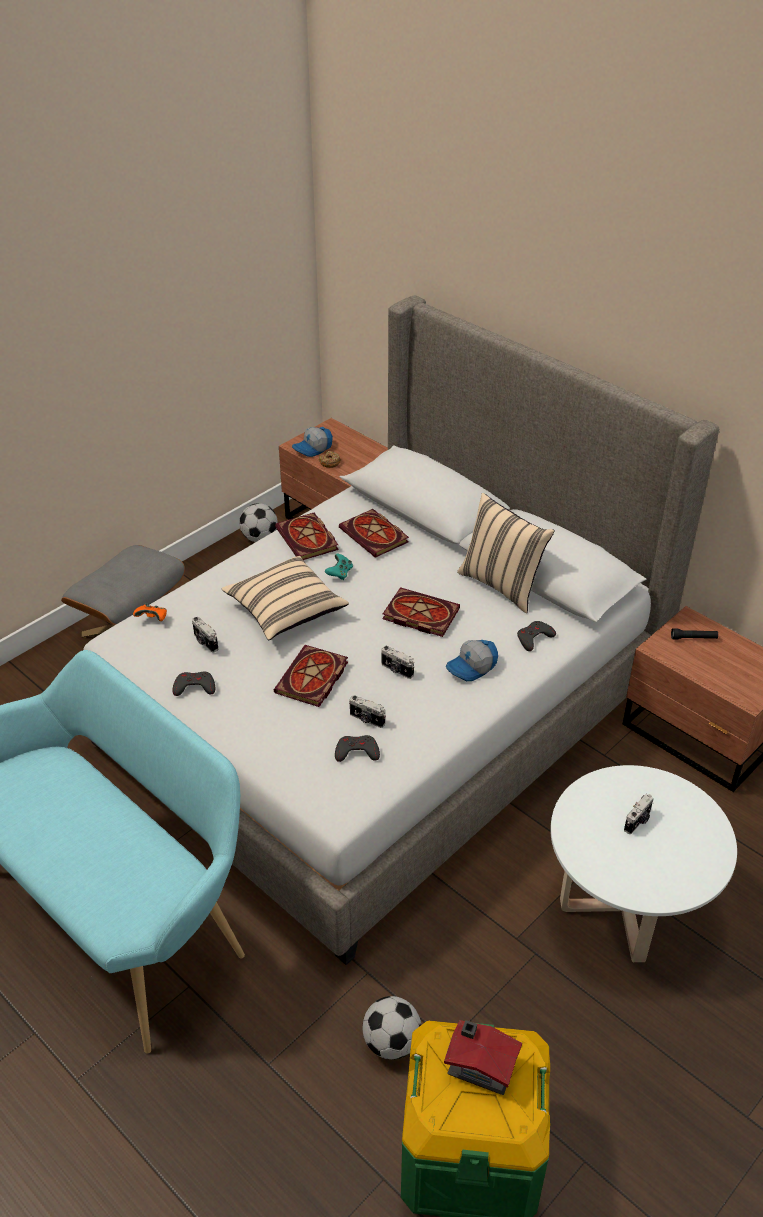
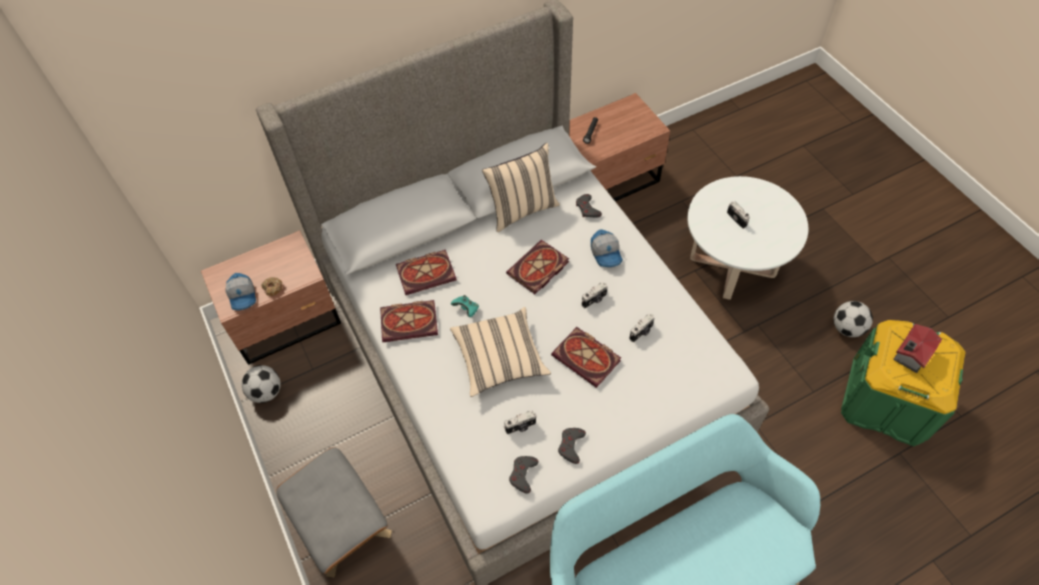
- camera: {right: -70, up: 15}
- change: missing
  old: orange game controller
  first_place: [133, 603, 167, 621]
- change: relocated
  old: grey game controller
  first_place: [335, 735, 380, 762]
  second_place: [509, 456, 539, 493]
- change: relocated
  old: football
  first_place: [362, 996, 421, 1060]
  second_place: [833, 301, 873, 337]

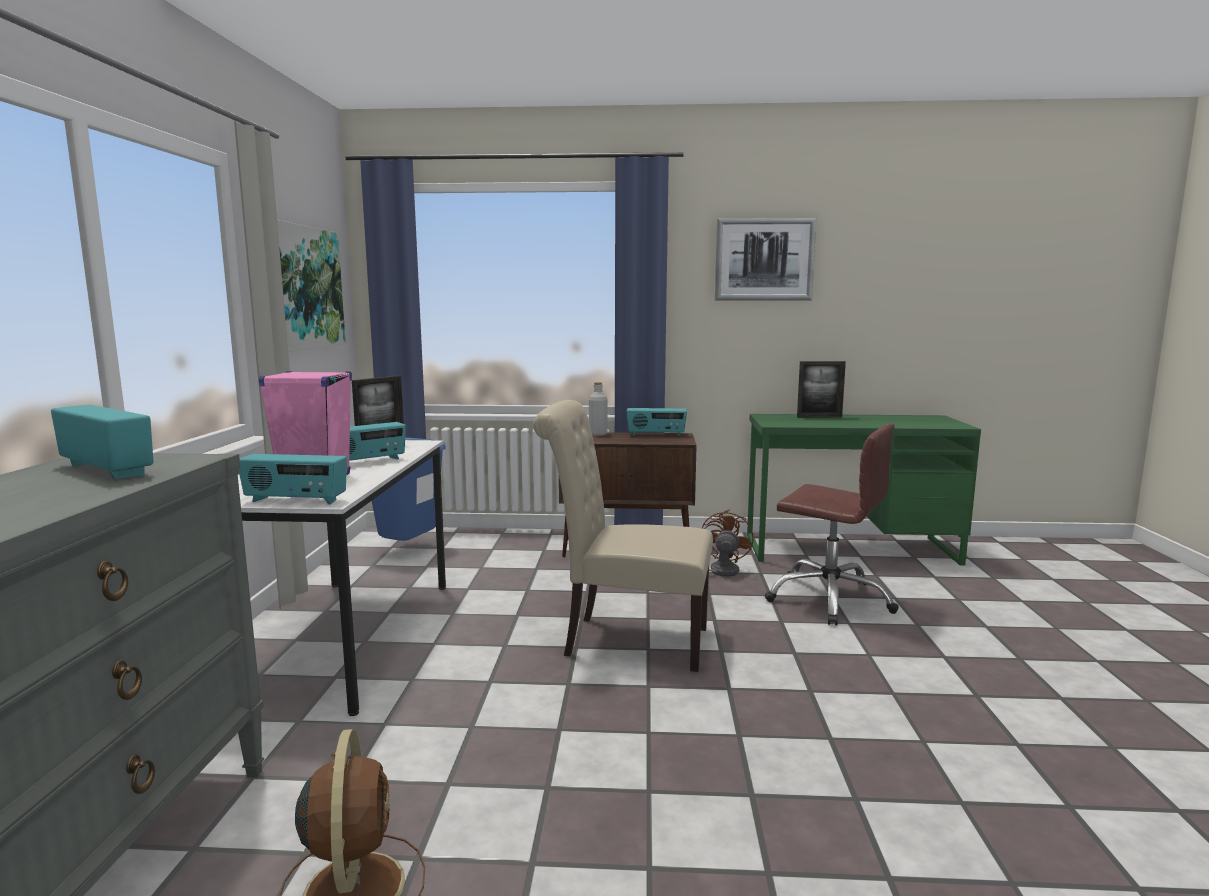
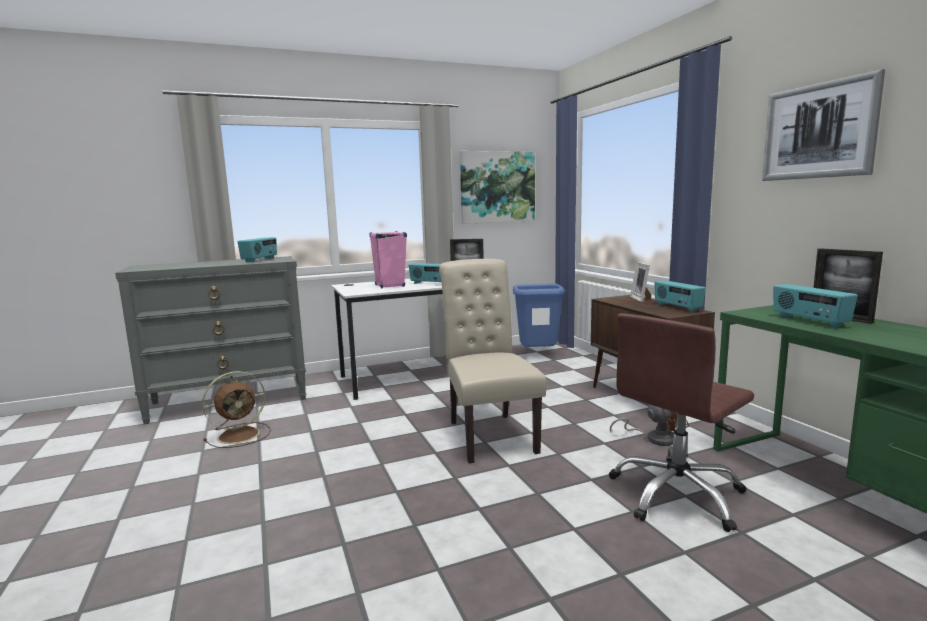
- camera: {right: 65, up: 0}
- change: exchanged
  old: grey bottle
  new: picture frame
  first_place: [589, 382, 608, 436]
  second_place: [630, 262, 651, 302]
- change: spun
  old: brown office chair
  first_place: [765, 423, 899, 625]
  second_place: [609, 313, 754, 532]
  degrees: 45
- change: relocated
  old: radio
  first_place: [239, 454, 347, 504]
  second_place: [773, 284, 858, 328]

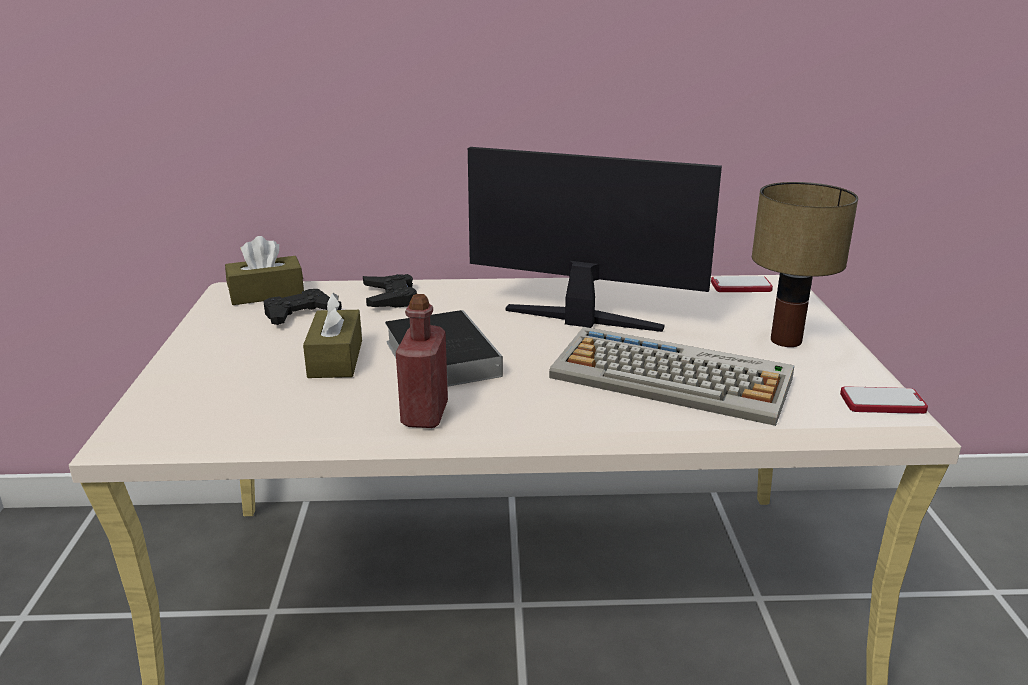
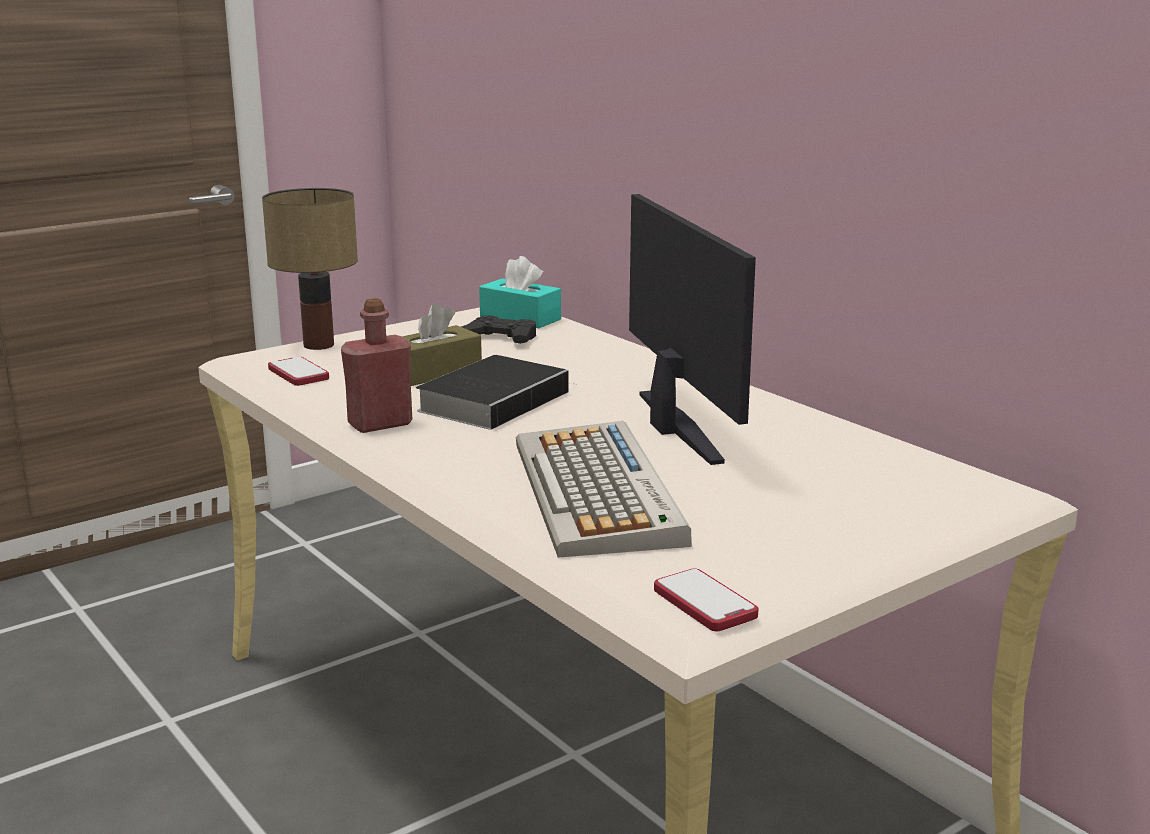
- camera: {right: 55, up: -5}
- change: relocated
  old: table lamp
  first_place: [752, 182, 858, 347]
  second_place: [262, 188, 358, 350]
- change: colour
  old: brown tissue box
  new: turquoise tissue box
  first_place: [225, 236, 304, 305]
  second_place: [479, 256, 561, 328]
- change: missing
  old: black game controller
  first_place: [363, 274, 417, 308]
- change: relocated
  old: phone
  first_place: [711, 276, 773, 292]
  second_place: [268, 356, 329, 386]

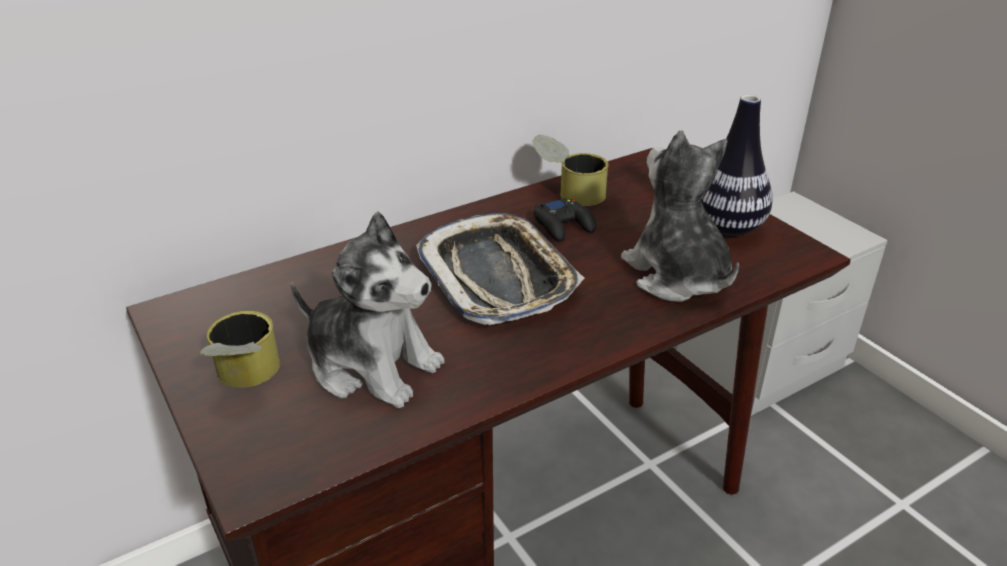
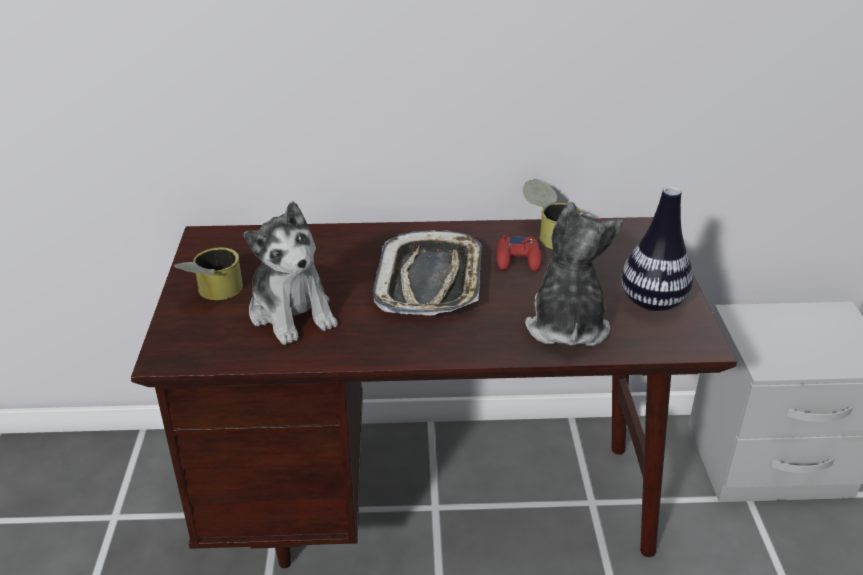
- camera: {right: 30, up: 0}
- change: colour
  old: black game controller
  new: red game controller
  first_place: [533, 198, 596, 242]
  second_place: [497, 235, 542, 271]

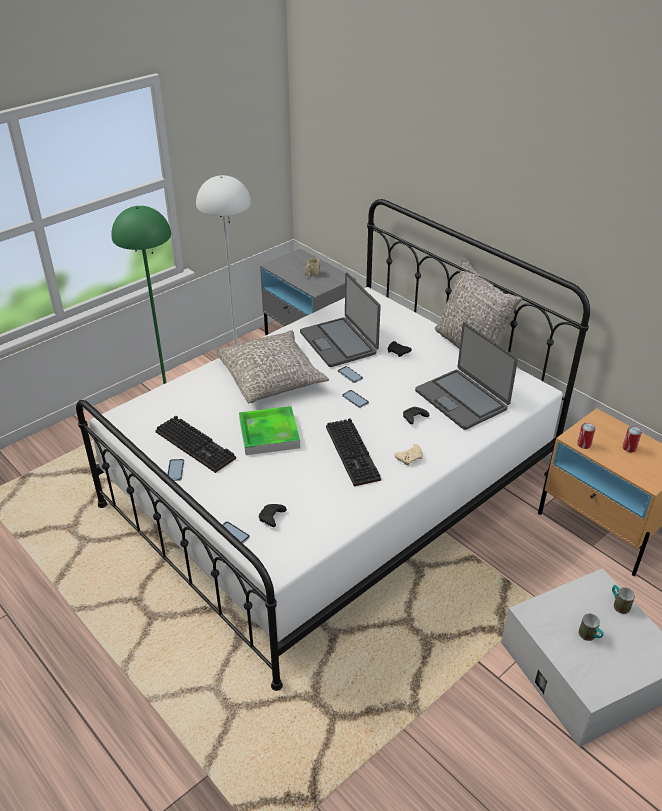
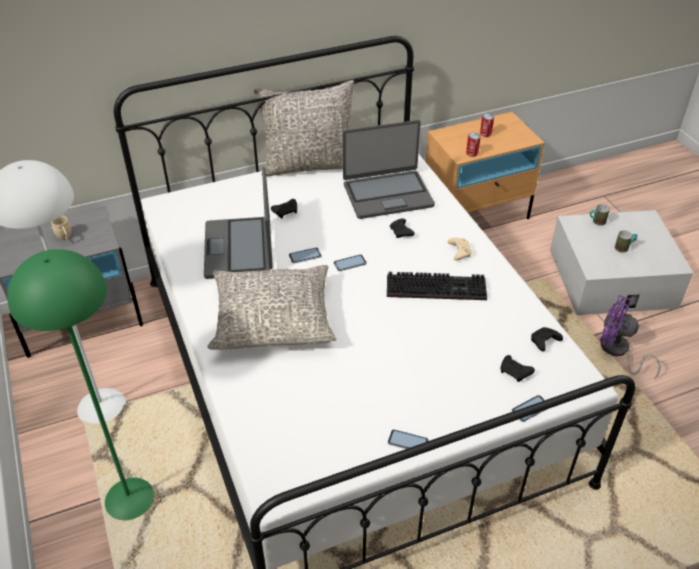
- camera: {right: -70, up: 5}
- change: spun
  old: laptop
  first_place: [300, 273, 381, 367]
  second_place: [204, 167, 273, 279]
  degrees: 90
- change: missing
  old: tray
  first_place: [239, 406, 300, 455]
- change: missing
  old: keyboard
  first_place: [155, 415, 236, 473]
- change: appeared
  new: purple fan
  second_place: [600, 295, 661, 379]
- change: appeared
  new: black game controller
  second_place: [531, 327, 563, 351]

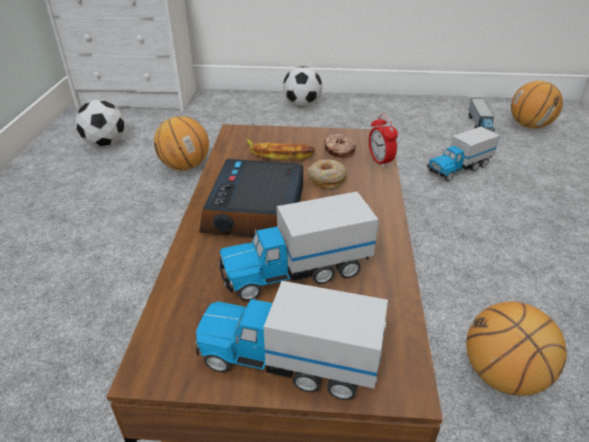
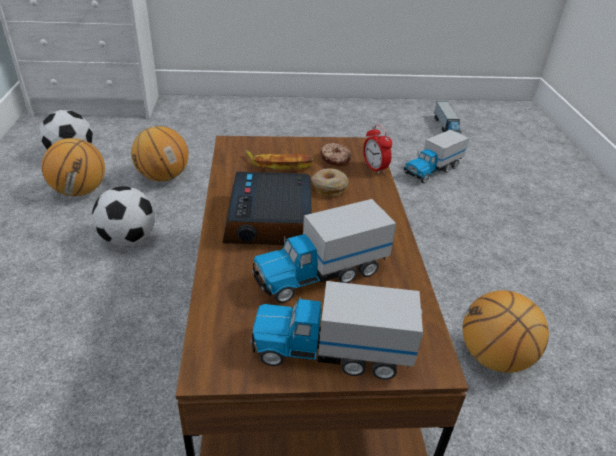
- camera: {right: -10, up: 0}
- change: relocated
  old: football
  first_place: [283, 66, 322, 107]
  second_place: [92, 186, 155, 246]
- change: relocated
  old: basketball
  first_place: [511, 81, 563, 129]
  second_place: [41, 138, 105, 196]

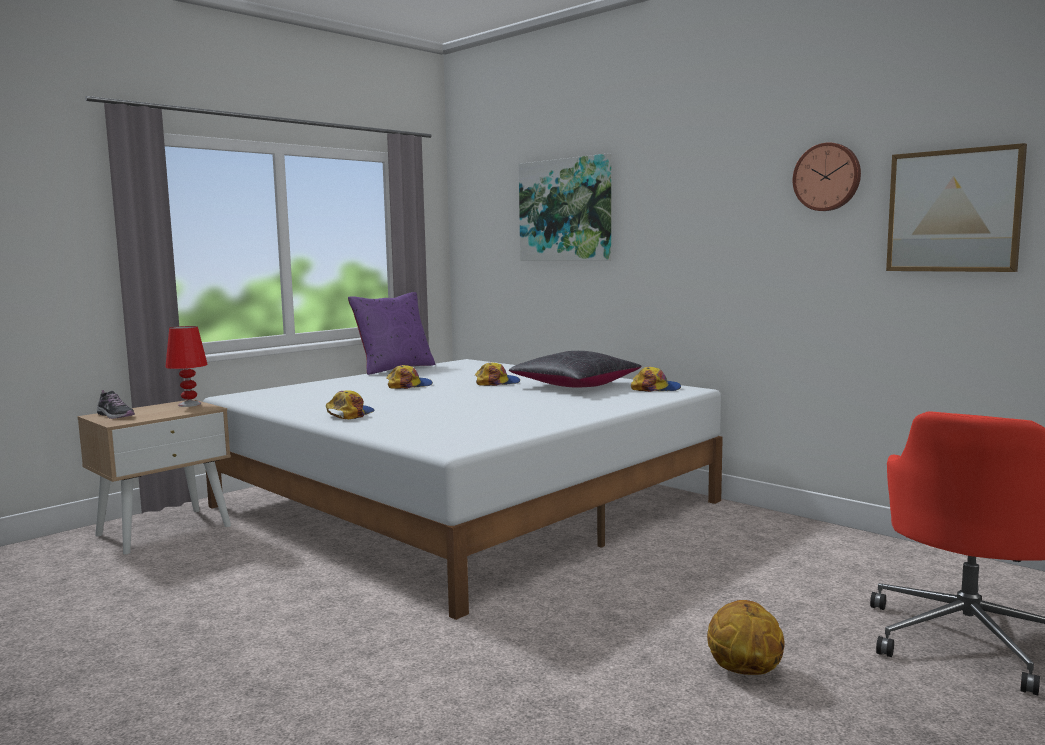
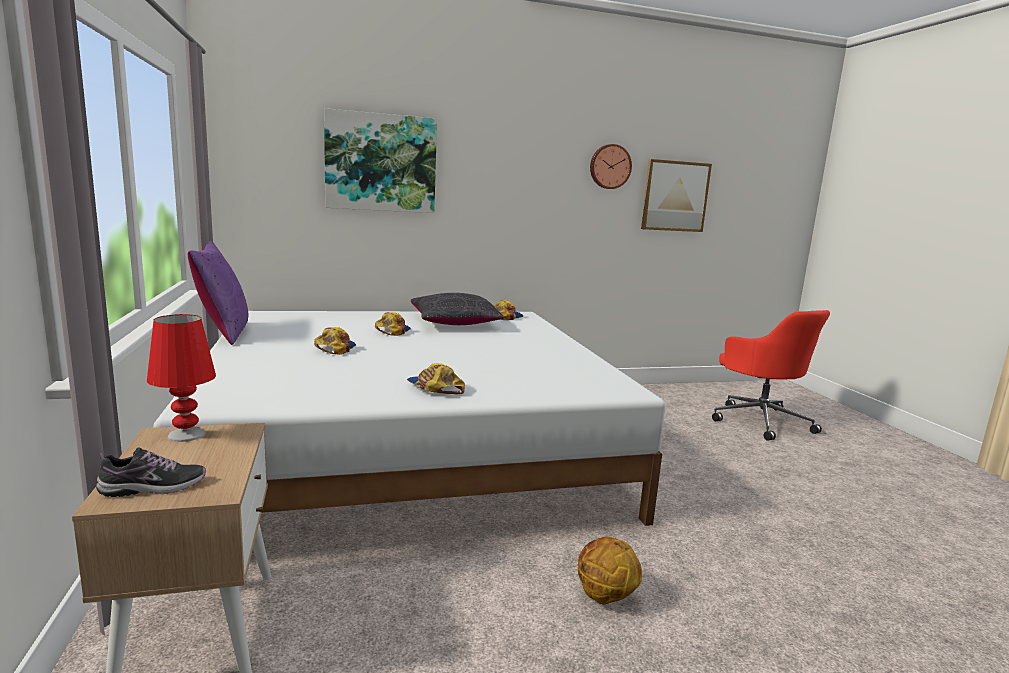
- camera: {right: -60, up: 5}
- change: relocated
  old: basketball
  first_place: [707, 600, 785, 675]
  second_place: [578, 537, 642, 604]

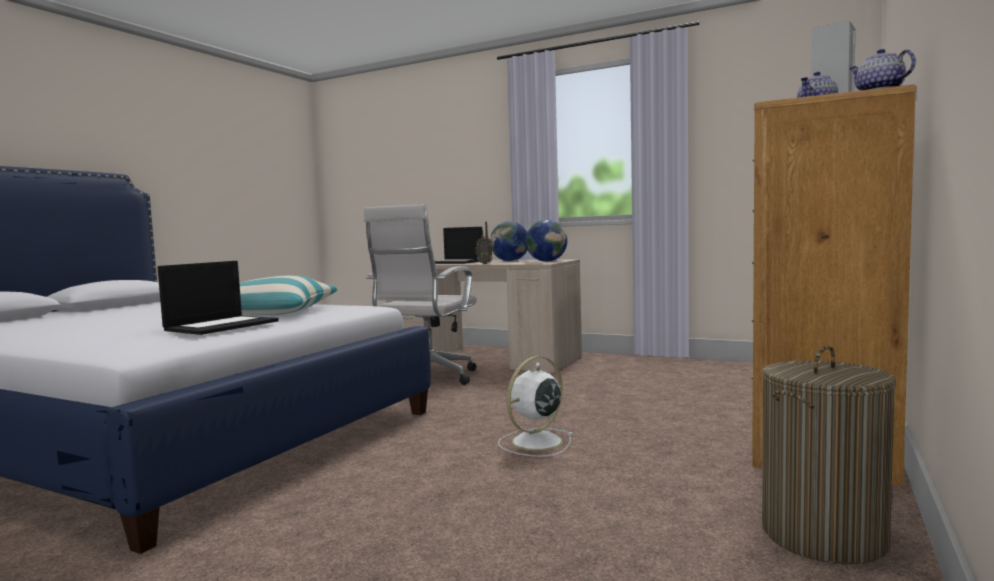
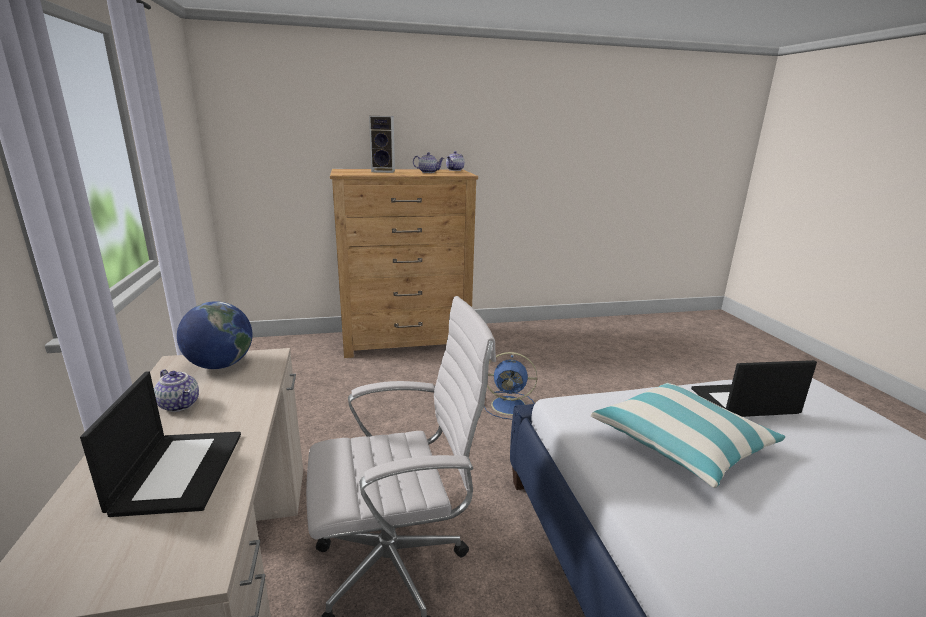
- camera: {right: -130, up: 15}
- change: exchanged
  old: globe
  new: teapot
  first_place: [490, 221, 527, 261]
  second_place: [154, 369, 199, 412]
- change: missing
  old: radio
  first_place: [475, 222, 492, 264]
- change: missing
  old: laundry basket
  first_place: [762, 346, 896, 564]
- change: colour
  old: white fan
  new: blue fan
  first_place: [498, 356, 573, 457]
  second_place: [484, 352, 537, 420]

